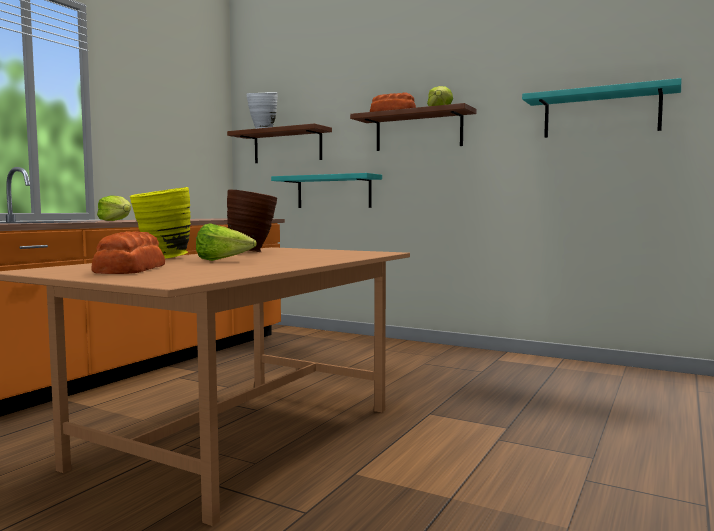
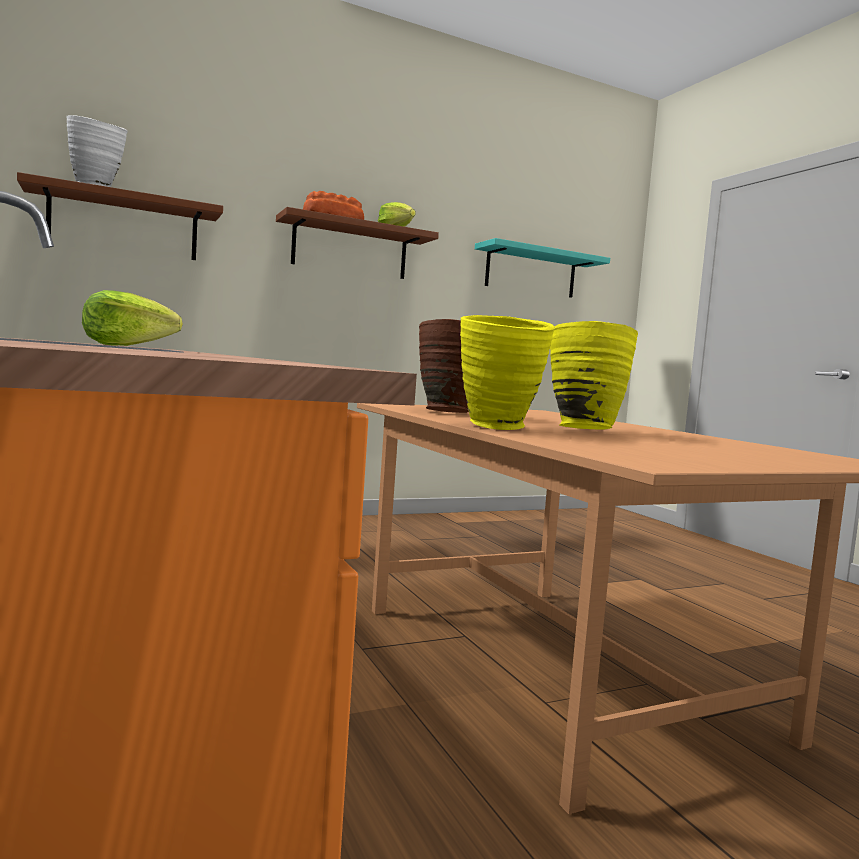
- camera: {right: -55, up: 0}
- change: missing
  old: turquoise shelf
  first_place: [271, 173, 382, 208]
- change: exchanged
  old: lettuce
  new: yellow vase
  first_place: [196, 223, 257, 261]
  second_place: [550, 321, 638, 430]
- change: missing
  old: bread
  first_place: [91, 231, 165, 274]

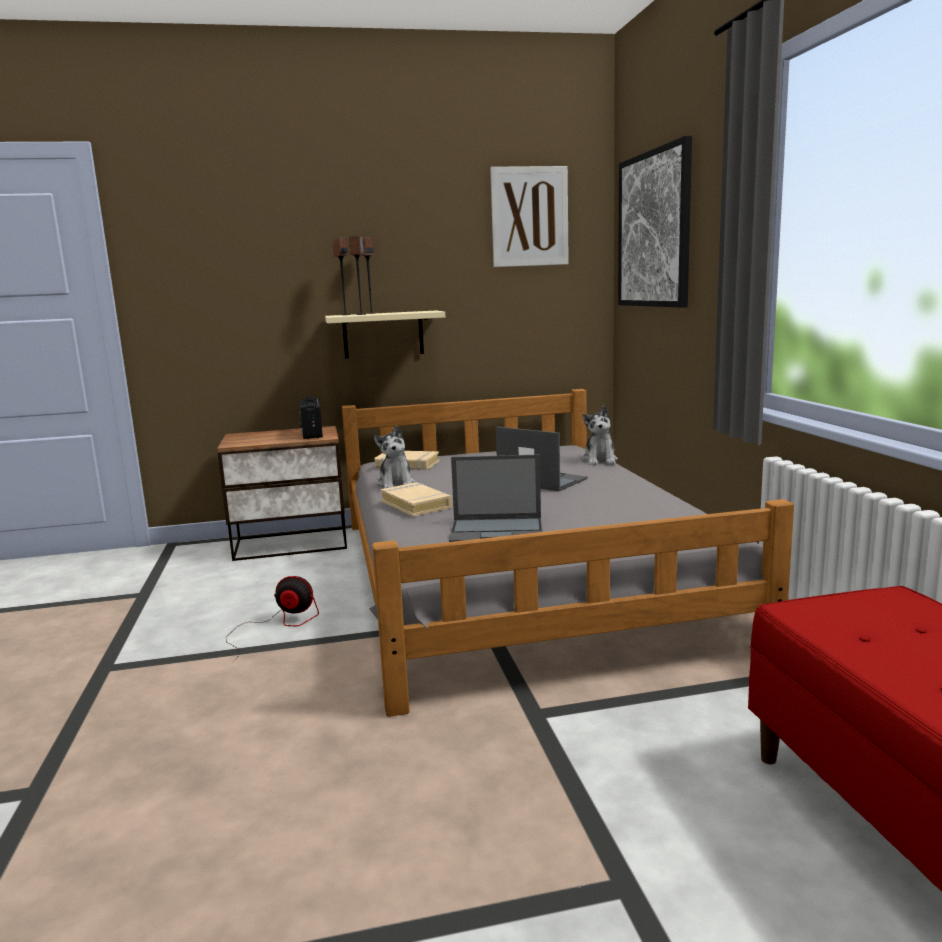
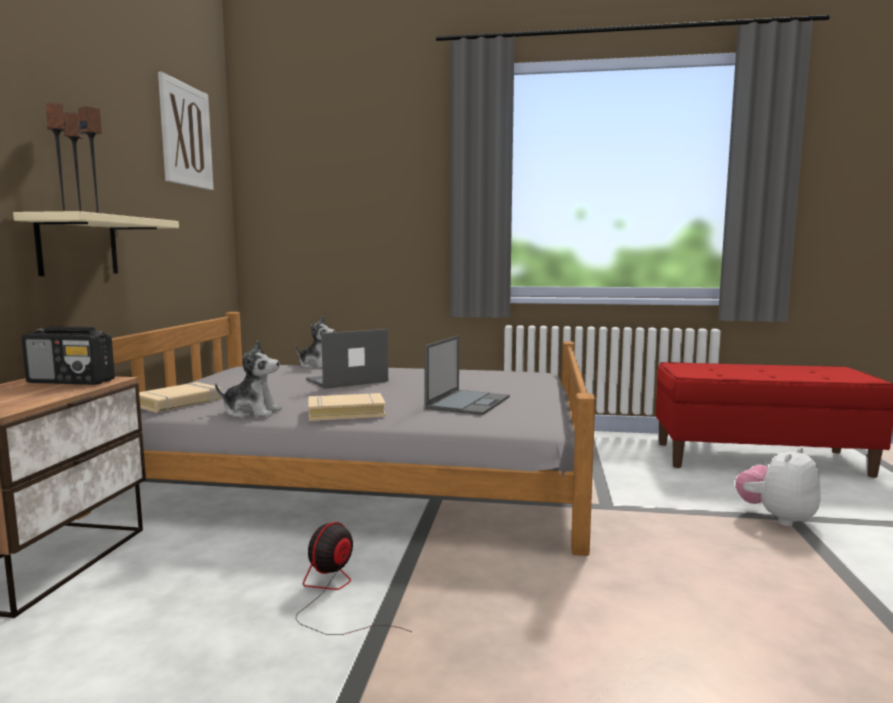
- camera: {right: -70, up: -5}
- change: missing
  old: picture
  first_place: [618, 136, 692, 308]
- change: appeared
  new: plush toy
  second_place: [735, 447, 821, 526]

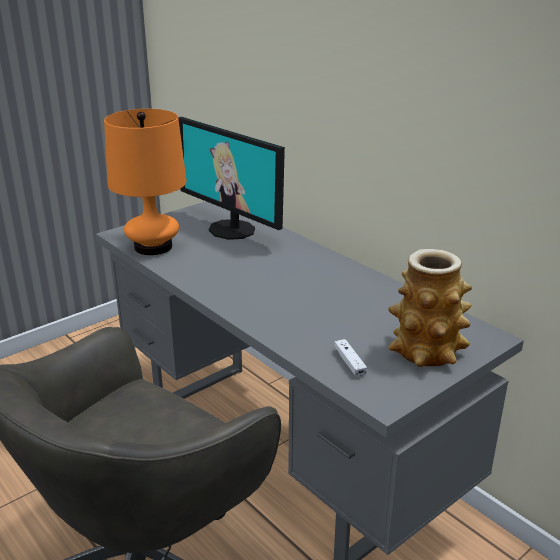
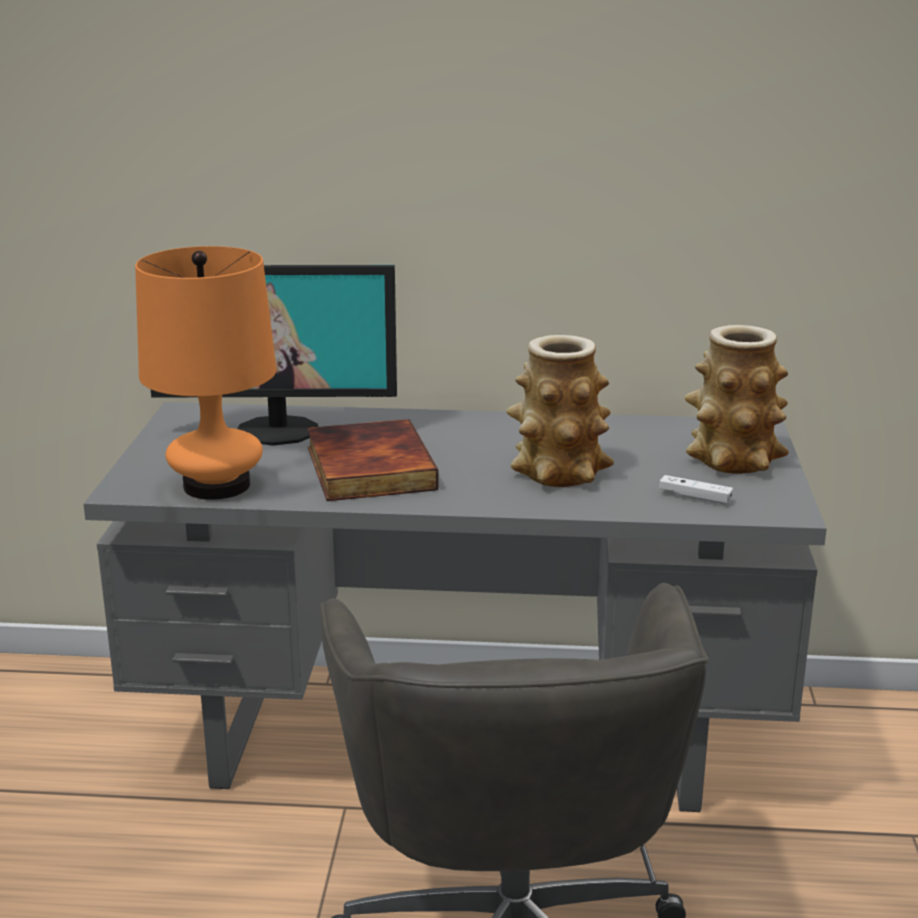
- camera: {right: -45, up: -5}
- change: appeared
  new: vase
  second_place: [507, 335, 614, 487]
- change: appeared
  new: book
  second_place: [307, 419, 439, 501]

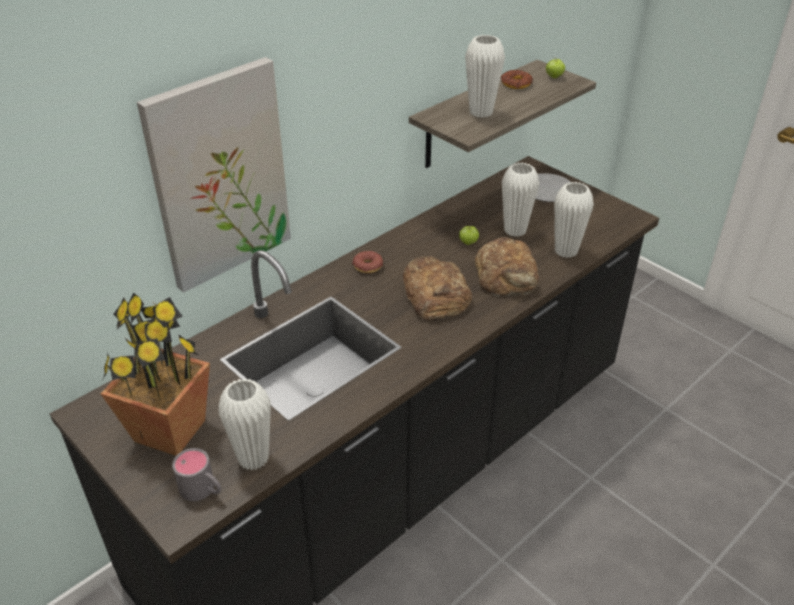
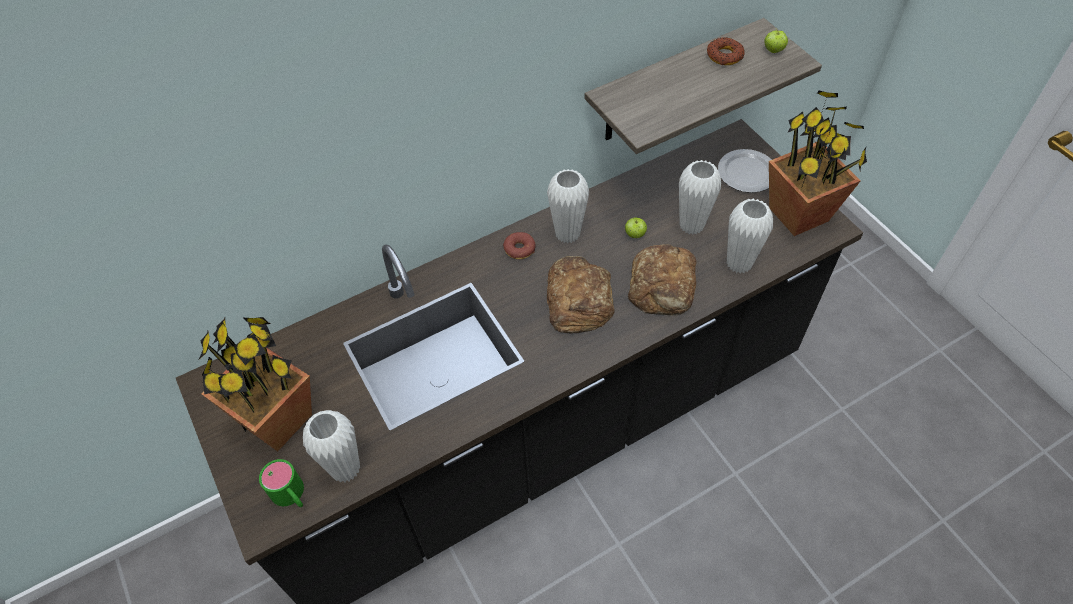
- camera: {right: 15, up: 15}
- change: relocated
  old: white vase
  first_place: [465, 35, 505, 118]
  second_place: [547, 169, 589, 243]
- change: missing
  old: picture
  first_place: [137, 57, 291, 293]
- change: colour
  old: grey mug
  new: green mug
  first_place: [172, 448, 221, 501]
  second_place: [259, 459, 304, 507]
- change: appeared
  new: potted plant
  second_place: [769, 90, 867, 236]

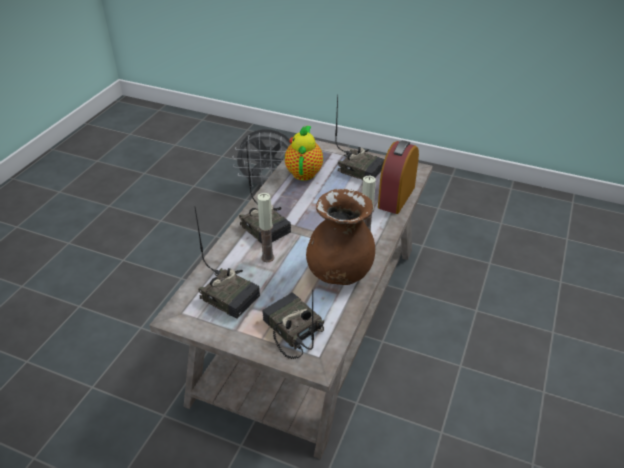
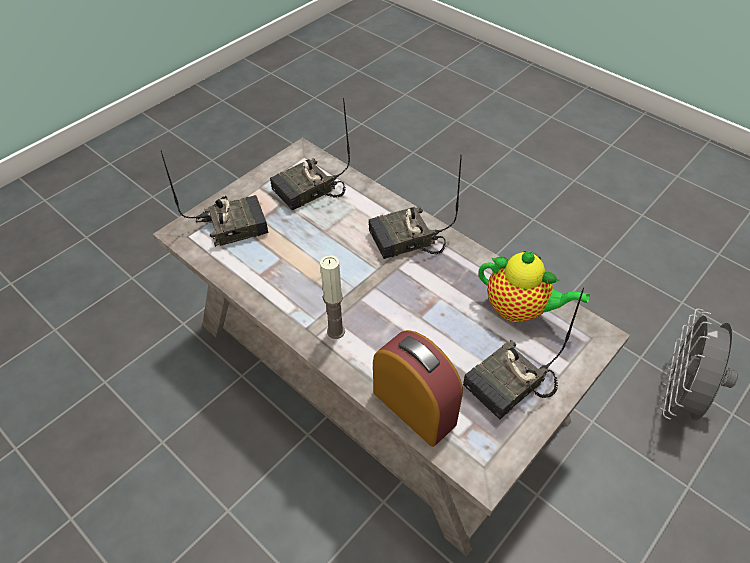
- camera: {right: 110, up: 10}
- change: missing
  old: brown vase
  first_place: [306, 189, 375, 285]
- change: missing
  old: candle
  first_place: [257, 193, 274, 262]

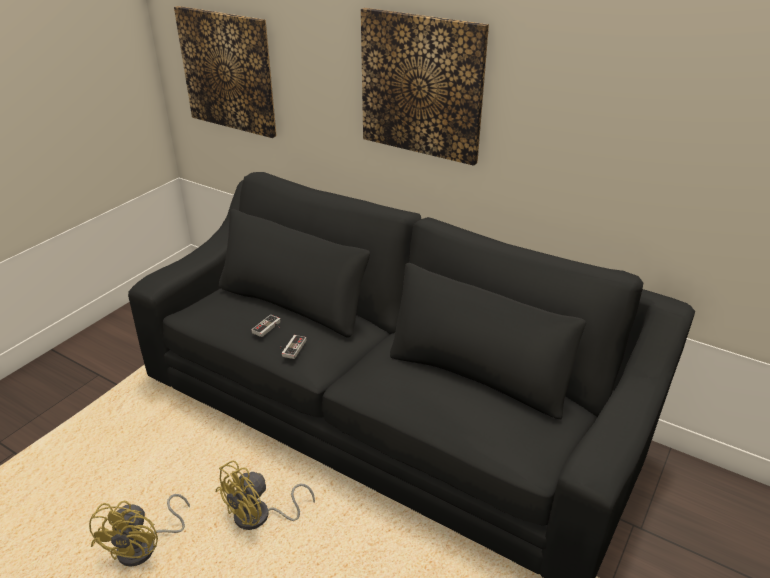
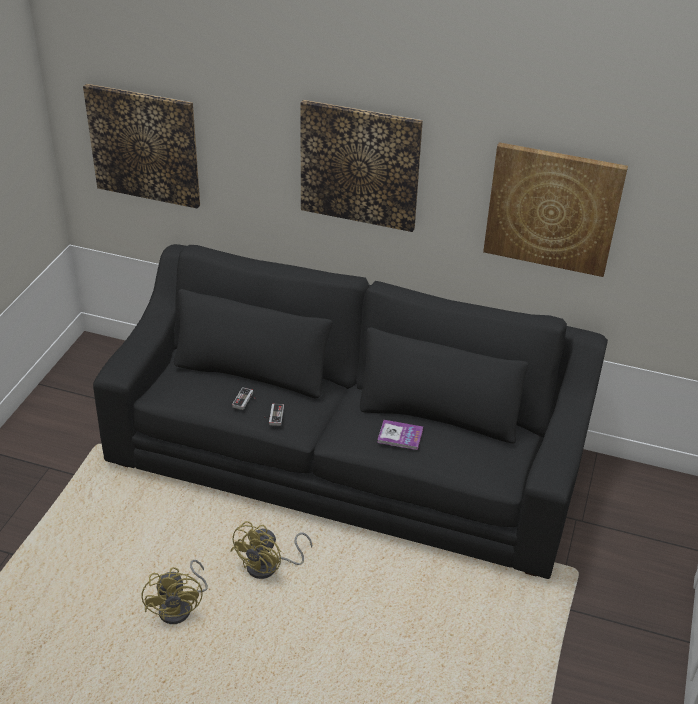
- camera: {right: -15, up: 5}
- change: appeared
  new: picture
  second_place: [483, 142, 628, 277]
- change: appeared
  new: book
  second_place: [377, 420, 423, 450]

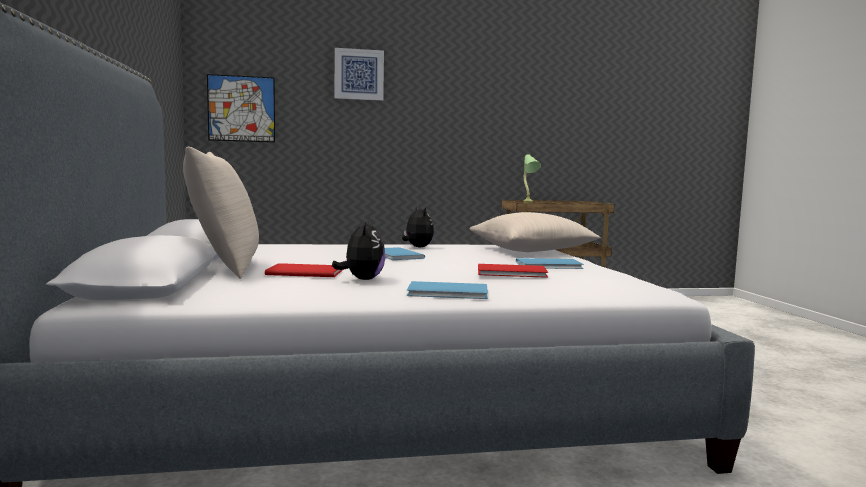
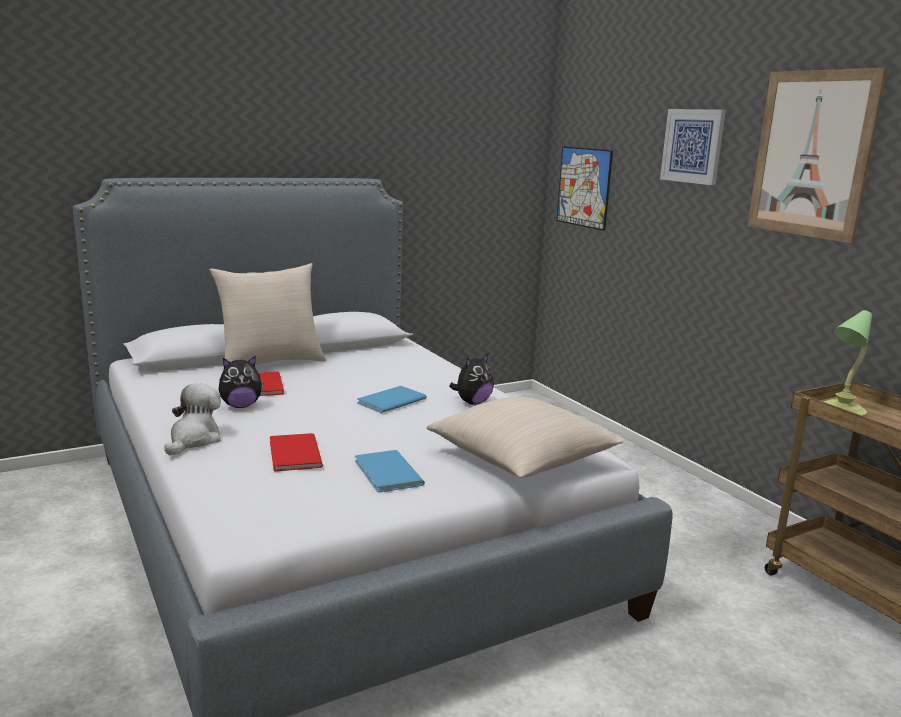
- camera: {right: 70, up: 10}
- change: exchanged
  old: blue book
  new: plush toy
  first_place: [407, 281, 488, 299]
  second_place: [164, 383, 221, 456]
- change: appeared
  new: picture
  second_place: [747, 68, 887, 243]

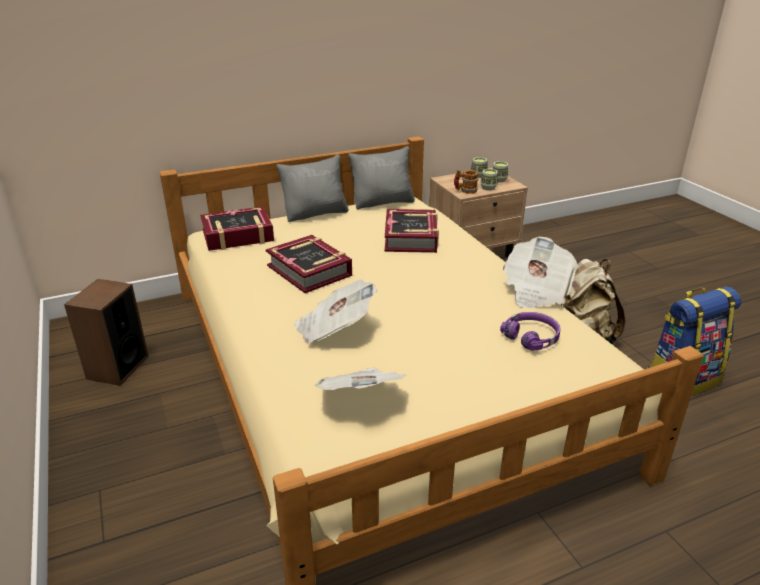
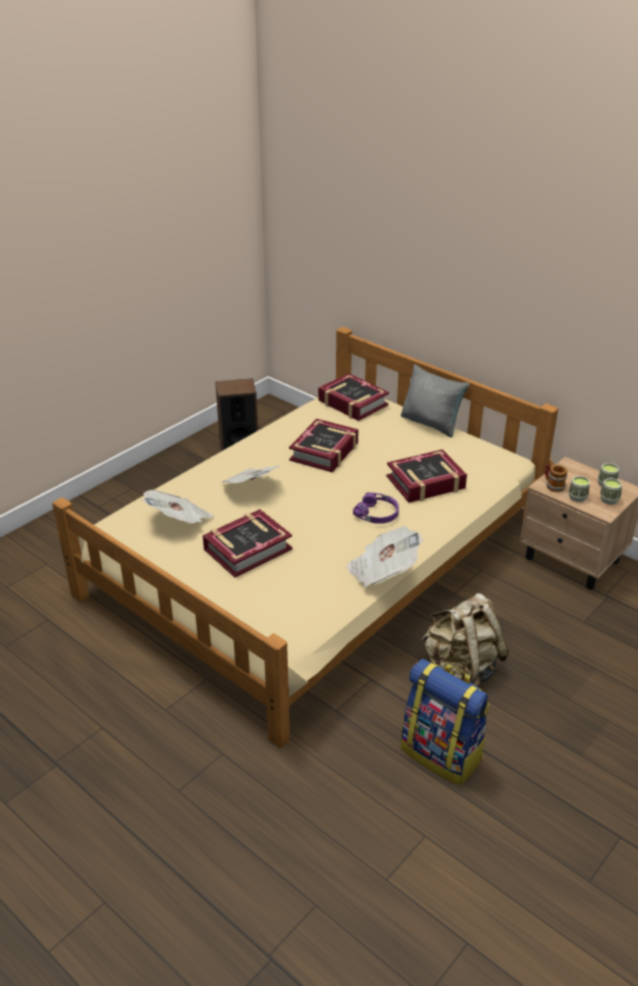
- camera: {right: 65, up: 5}
- change: missing
  old: grey pillow
  first_place: [348, 146, 415, 209]
- change: relocated
  old: purple headphones
  first_place: [500, 312, 560, 351]
  second_place: [353, 492, 399, 524]
- change: appeared
  new: book
  second_place: [203, 509, 292, 577]

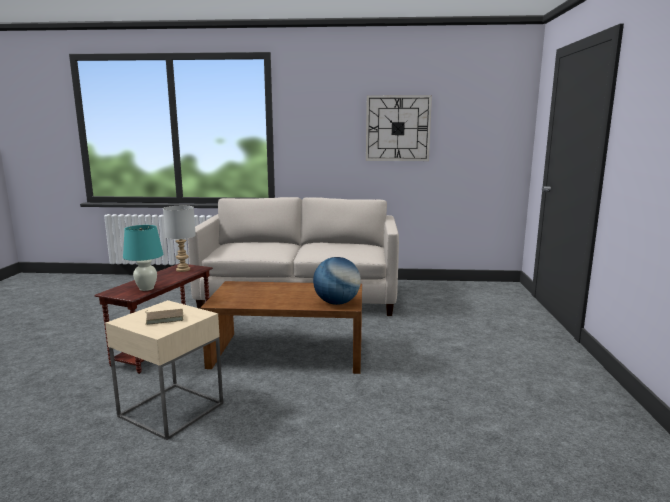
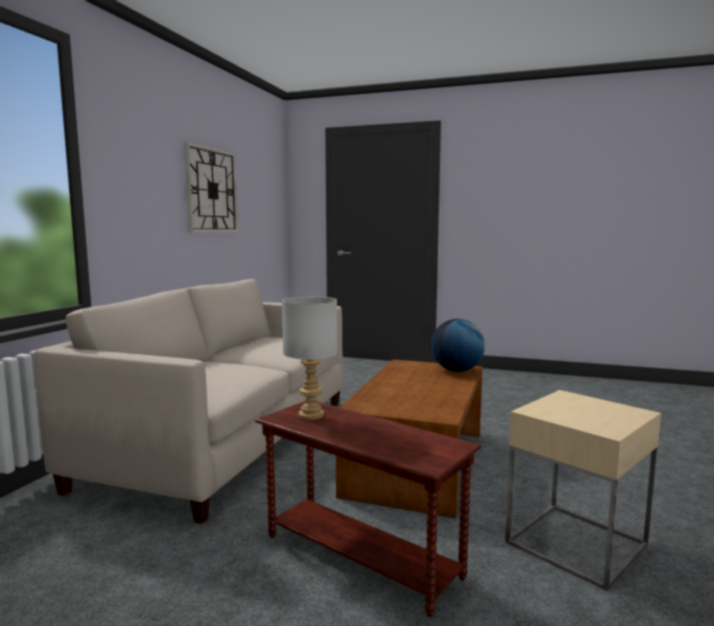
- camera: {right: -75, up: -5}
- change: missing
  old: turquoise table lamp
  first_place: [123, 225, 163, 291]
- change: missing
  old: brown book
  first_place: [145, 309, 183, 325]

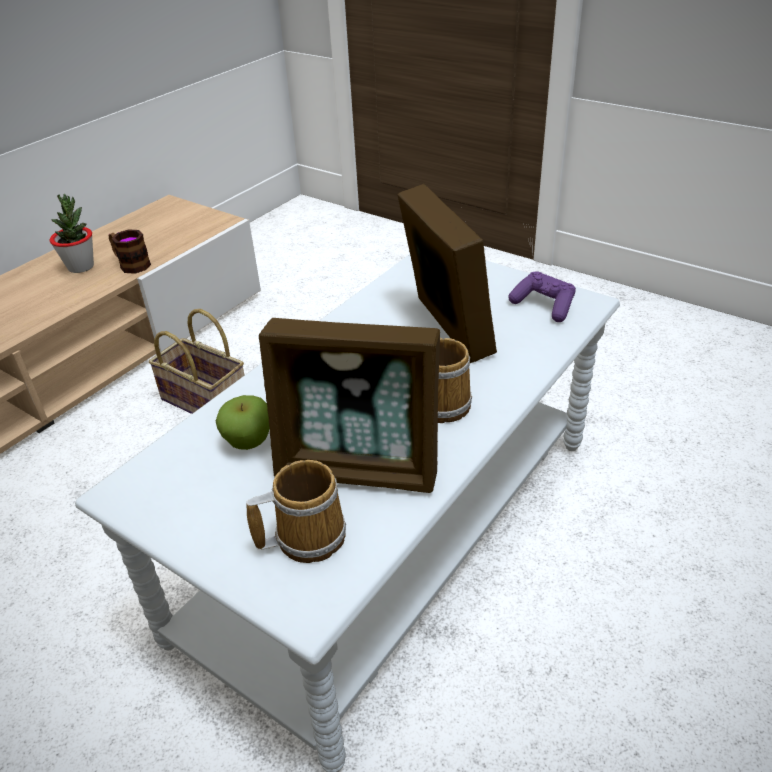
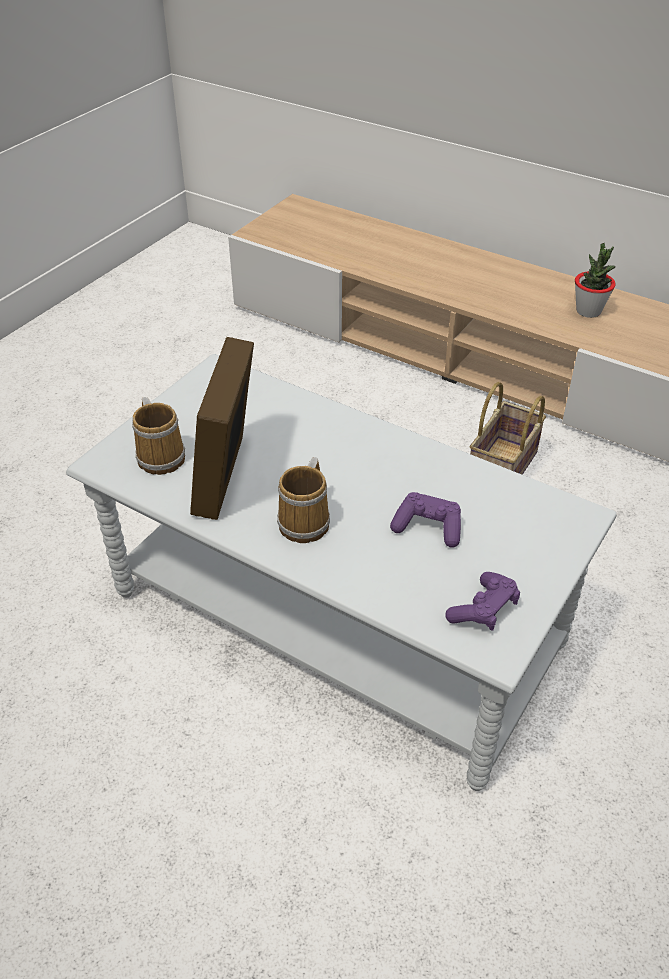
- camera: {right: 85, up: 5}
- change: exchanged
  old: picture frame
  new: purple game controller
  first_place: [398, 184, 497, 363]
  second_place: [390, 492, 461, 548]
- change: missing
  old: mug
  first_place: [109, 229, 151, 274]
- change: missing
  old: apple
  first_place: [216, 395, 270, 450]

